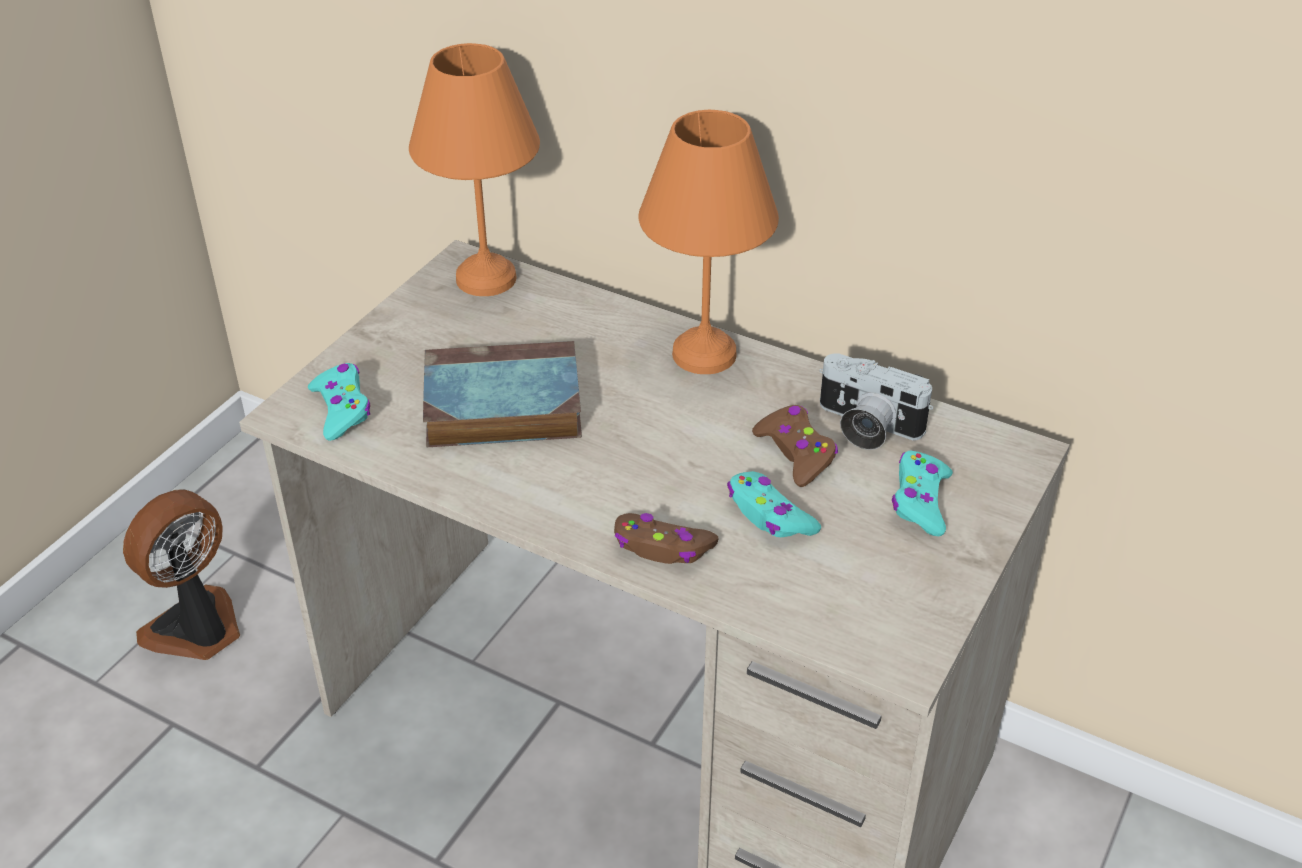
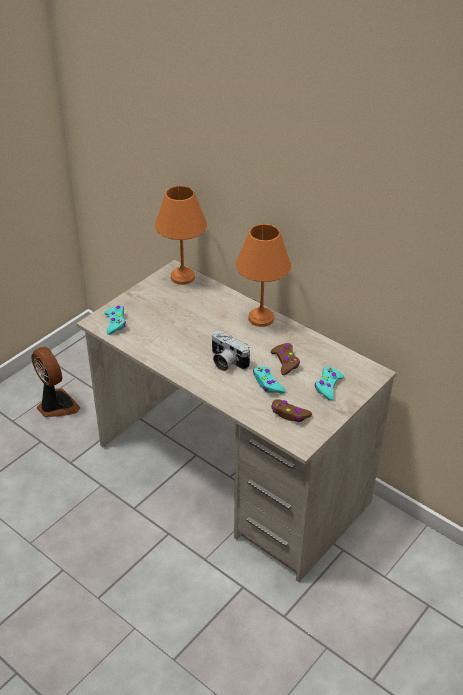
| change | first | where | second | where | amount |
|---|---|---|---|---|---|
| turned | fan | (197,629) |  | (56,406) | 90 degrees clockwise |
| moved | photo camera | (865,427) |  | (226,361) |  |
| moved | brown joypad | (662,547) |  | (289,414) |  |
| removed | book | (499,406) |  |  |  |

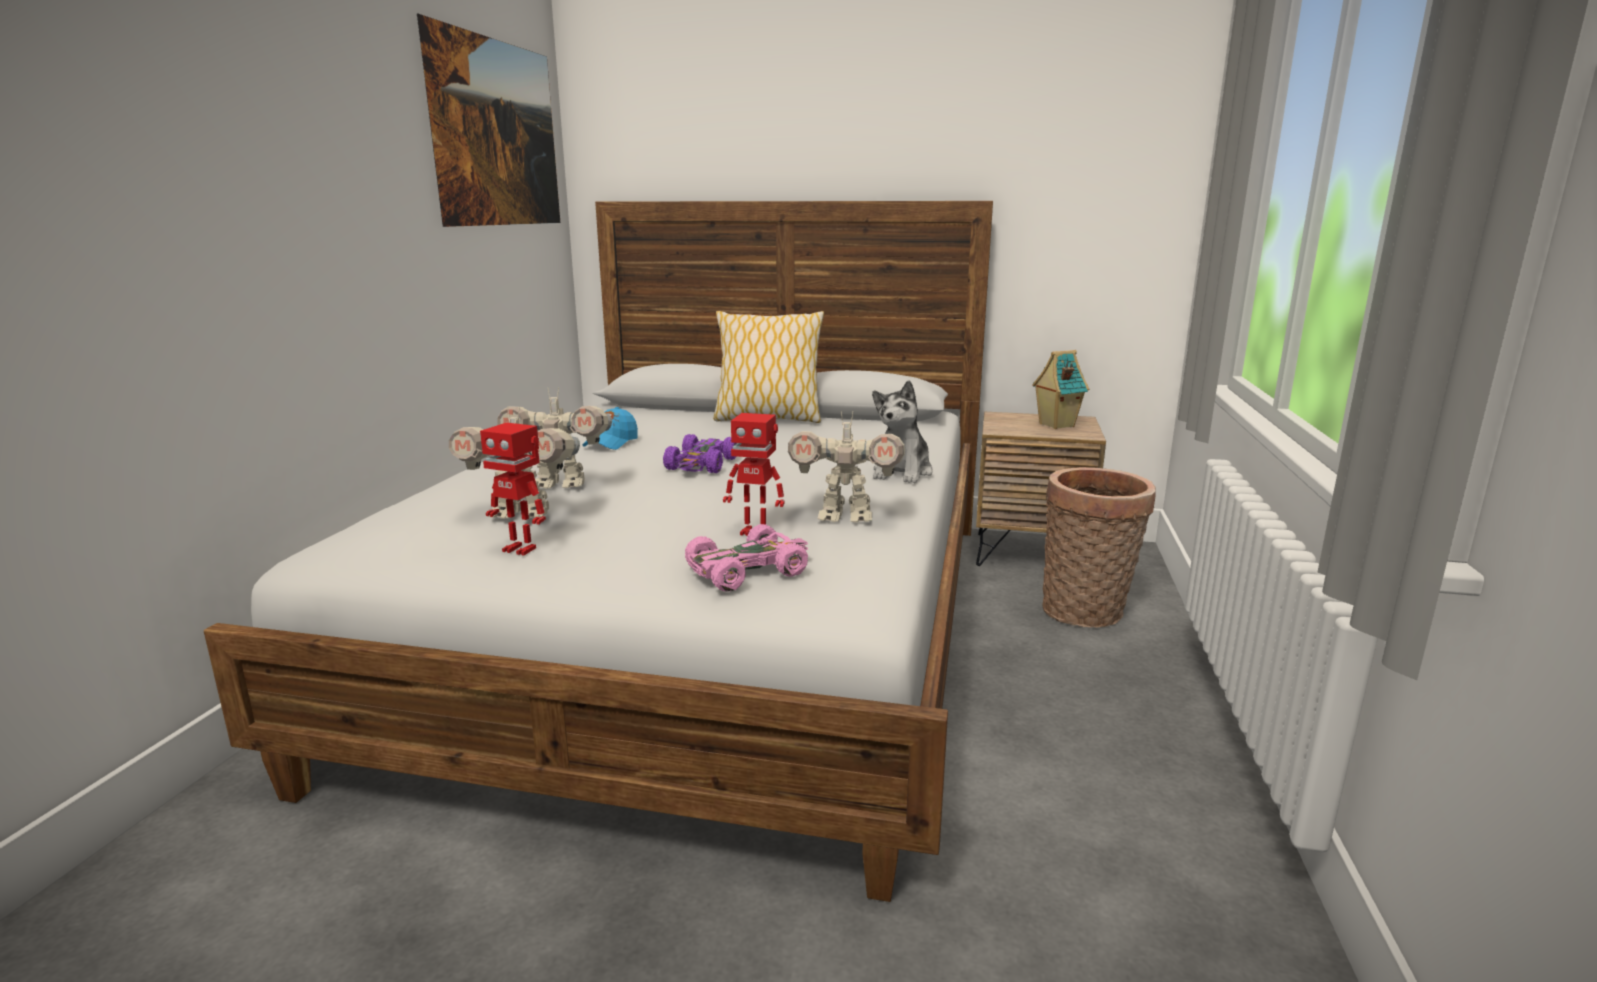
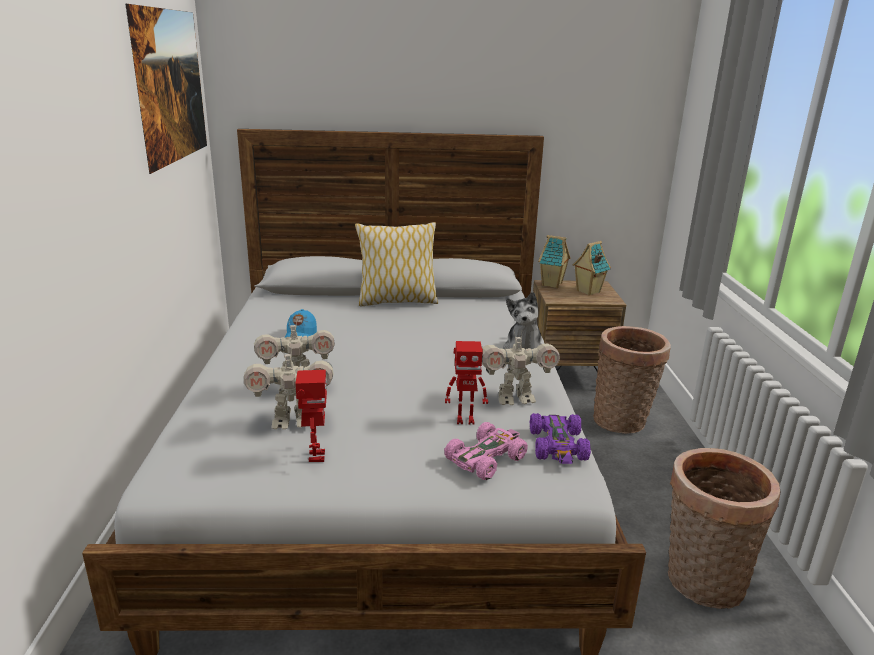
| change | first | where | second | where | amount |
|---|---|---|---|---|---|
| turned | toy robot | (521,549) |  | (315,456) | 105 degrees counterclockwise |
| moved | purple-coloured model car | (702,464) |  | (558,446) |  |
| added |  |  | model house | (552,284) |  |
| added |  |  | household basket | (701,583) |  |

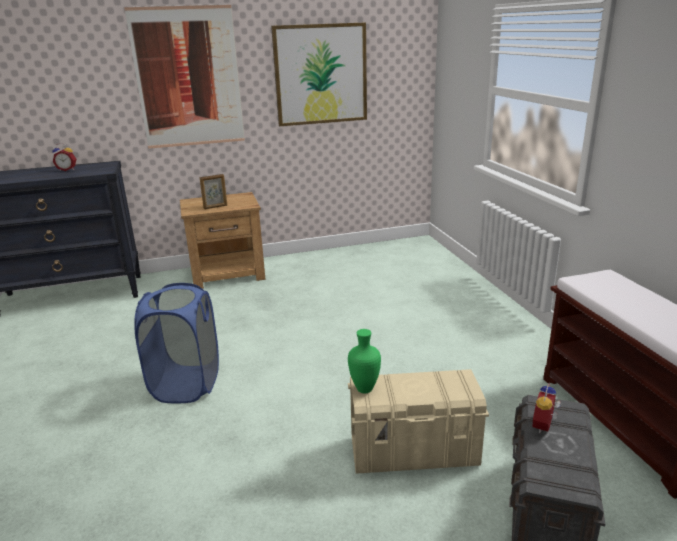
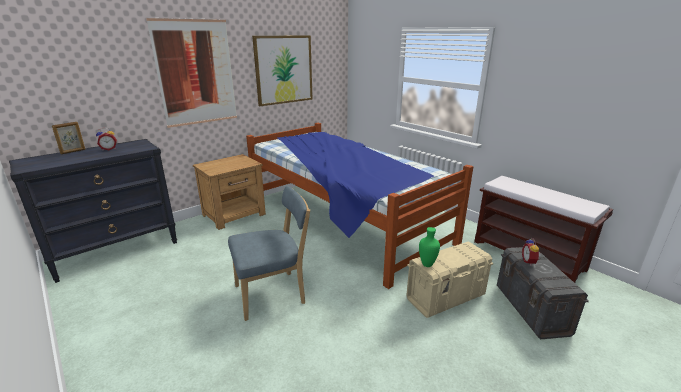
| change | first | where | second | where | amount |
|---|---|---|---|---|---|
| moved | photo frame | (215,207) |  | (73,151) |  |
| replaced | blue-coloured hamper | (186,384) | blue-coloured plain chair | (273,294) |  |
| added |  |  | sleeping bed | (343,220) |  |

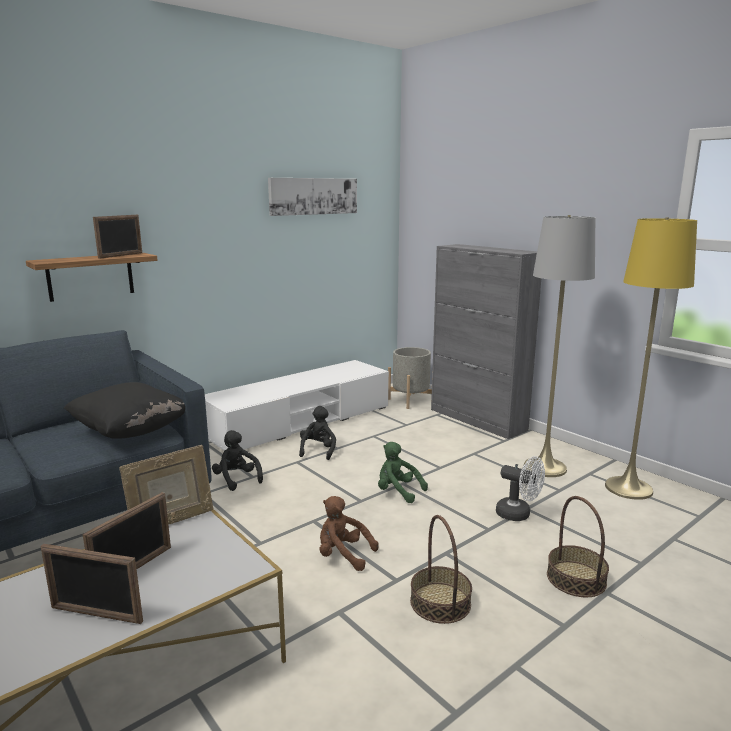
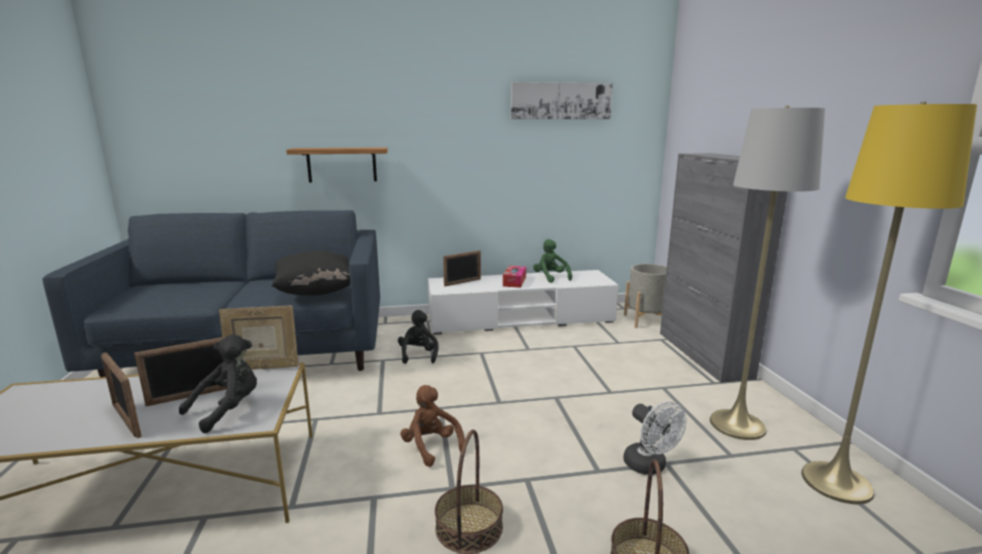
| change | first | where | second | where | amount |
|---|---|---|---|---|---|
| moved | blackish plush toy | (318,450) |  | (228,409) |  |
| moved | photo frame | (121,255) |  | (462,282) |  |
| added |  |  | tissue holder | (514,281) |  |
| moved | green plush toy | (398,492) |  | (550,278) |  |

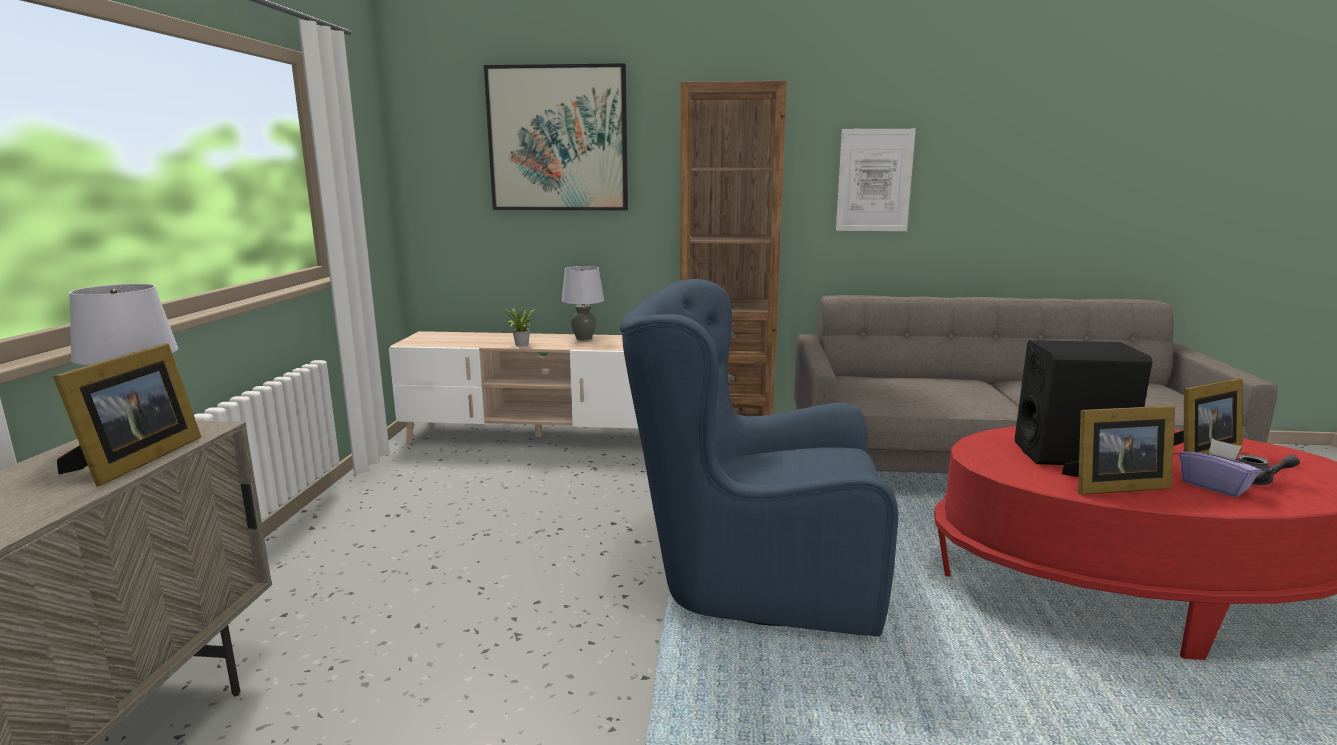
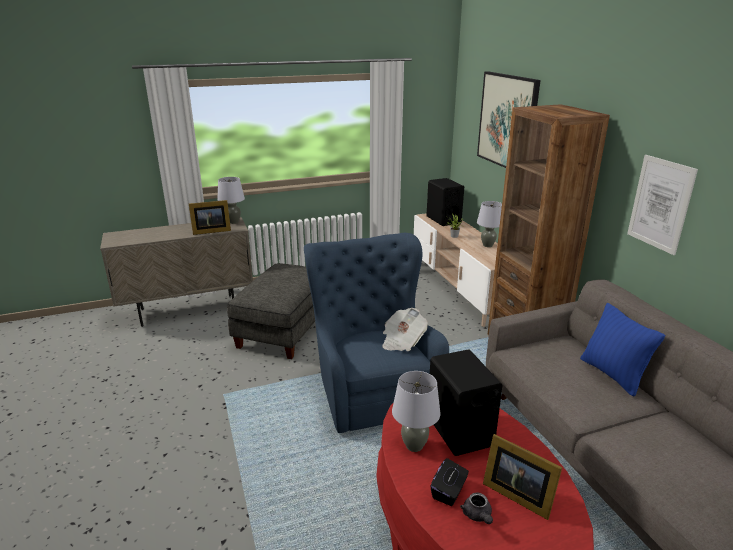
| change | first | where | second | where | amount |
|---|---|---|---|---|---|
| added |  |  | greyish ottoman | (284,329) |  |
| added |  |  | printed paper | (402,341) |  |
| replaced | photo frame | (1112,486) | greyish table lamp | (414,445) |  |
| added |  |  | blackish audio speaker | (443,220) |  |
| recoloured | purple-coloured tissue holder | (1214,486) | blackish tissue holder | (449,492) |  |
| added |  |  | blue-coloured cushion | (612,374) |  |

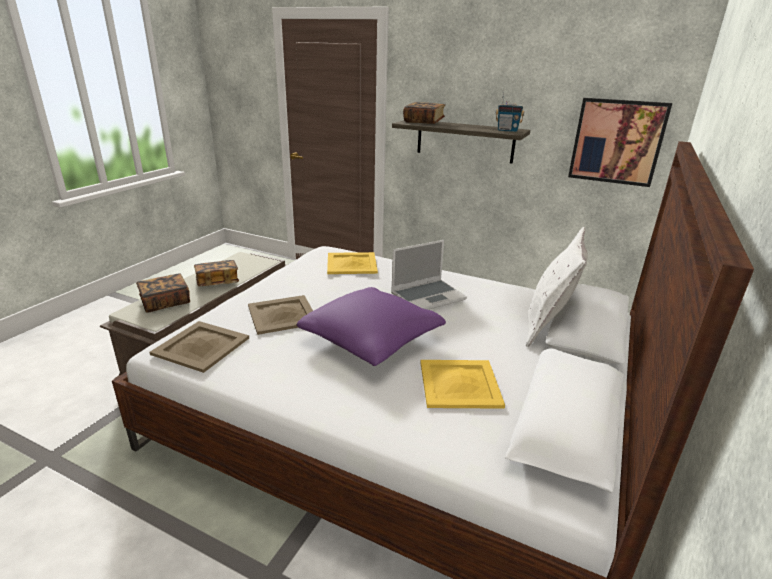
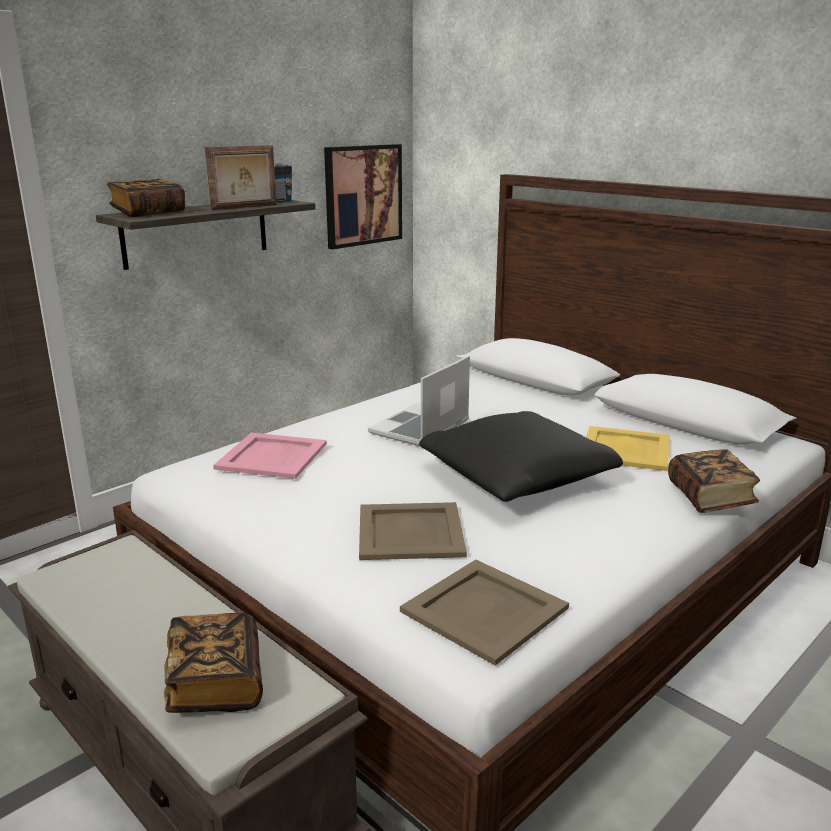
| change | first | where | second | where | amount |
|---|---|---|---|---|---|
| added |  |  | photo frame | (245,207) |  |
| recoloured | yellow-coloured tray | (351,264) | pink tray | (272,456) |  |
| turned | laptop | (428,296) |  | (420,428) | 135 degrees counterclockwise |
| recoloured | purple-coloured cushion | (371,339) | blackish cushion | (517,478) |  |
| moved | book | (217,282) |  | (710,497) |  |
| removed | white cushion | (548,326) |  |  |  |

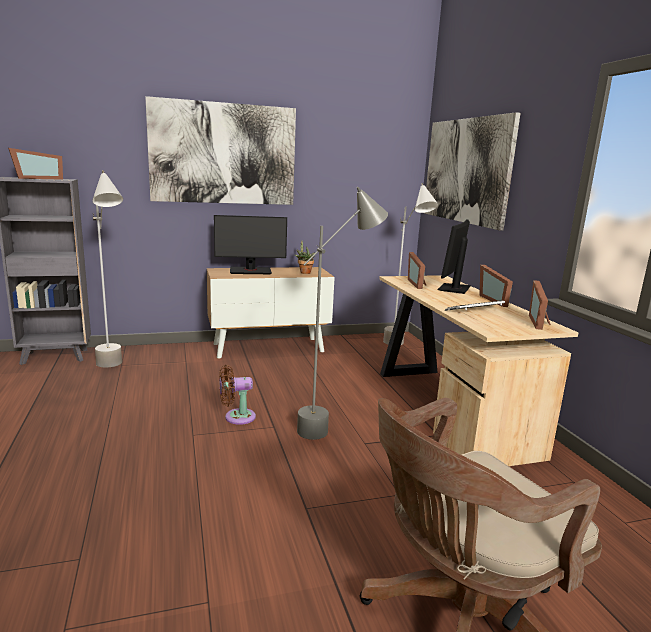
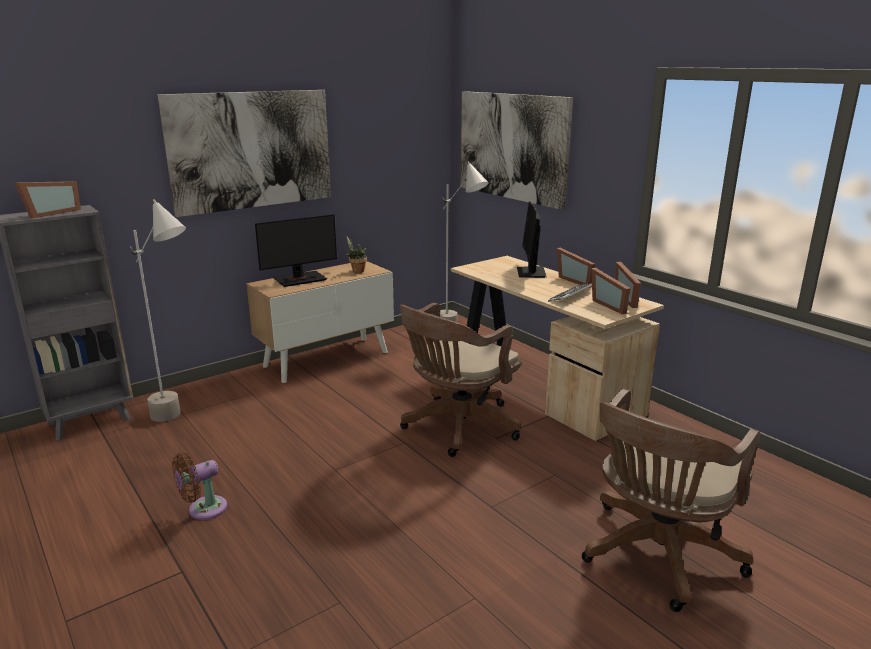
| change | first | where | second | where | amount |
|---|---|---|---|---|---|
| moved | brown fan | (236,417) |  | (203,510) |  |
| replaced | greyish standard lamp | (334,425) | brown office chair | (457,427) |  |
| moved | photo frame | (418,283) |  | (611,305) |  |

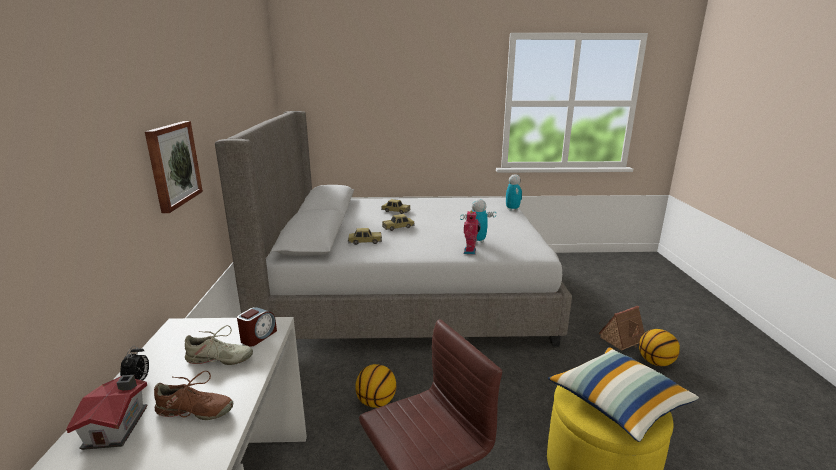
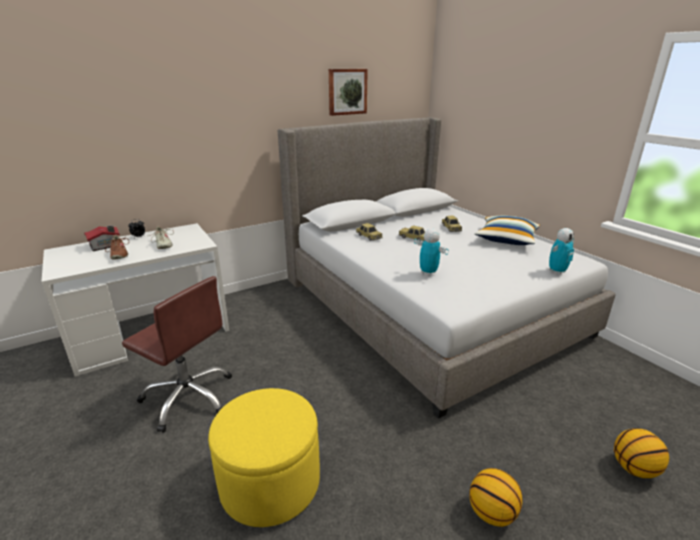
| change | first | where | second | where | amount |
|---|---|---|---|---|---|
| moved | wall art | (172,164) |  | (347,91) |  |
| moved | cushion | (618,403) |  | (506,239) |  |
| moved | basketball ball | (376,402) |  | (633,468) |  |
| removed | table clock | (258,336) |  |  |  |
| removed | toy robot | (471,251) |  |  |  |
| removed | model house | (623,339) |  |  |  |

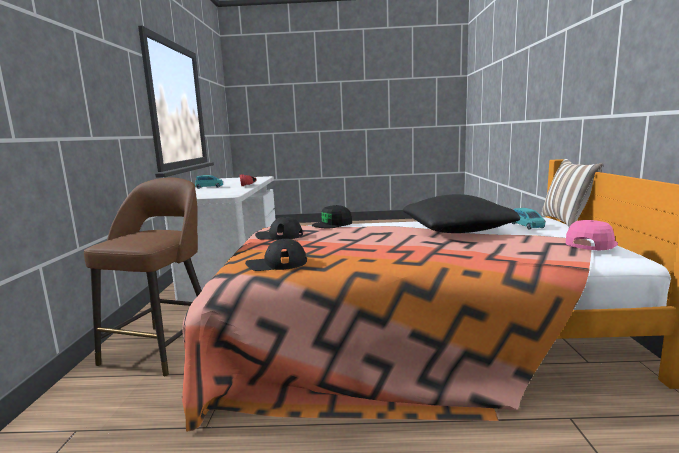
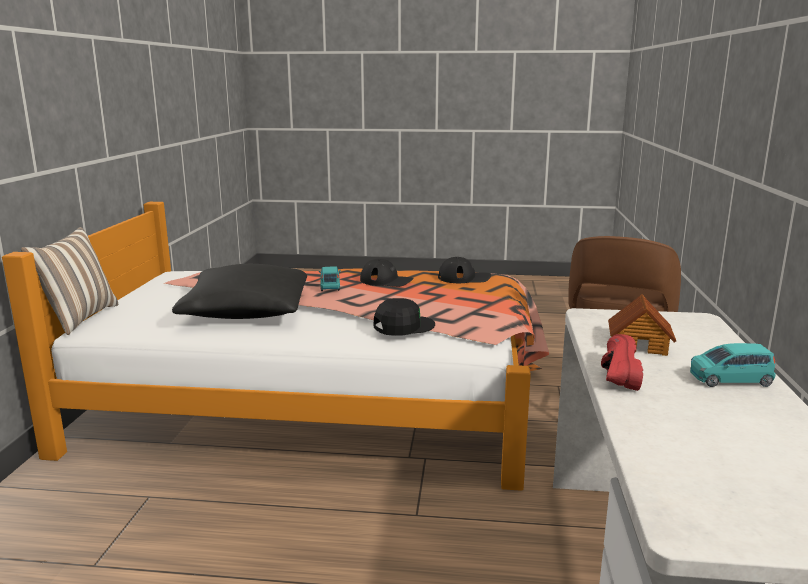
| change | first | where | second | where | amount |
|---|---|---|---|---|---|
| moved | turquoise model car | (527,226) |  | (330,286) |  |
| moved | blackish cap | (279,236) |  | (386,281) |  |
| added |  |  | model house | (639,344) |  |
| removed | pink cap | (590,243) |  |  |  |

